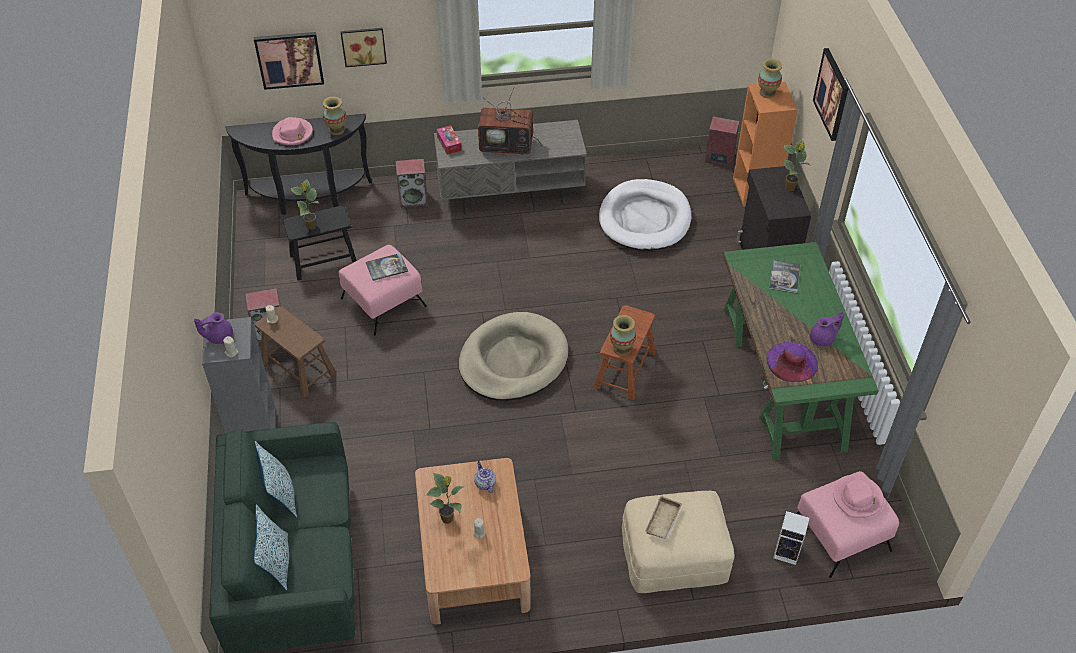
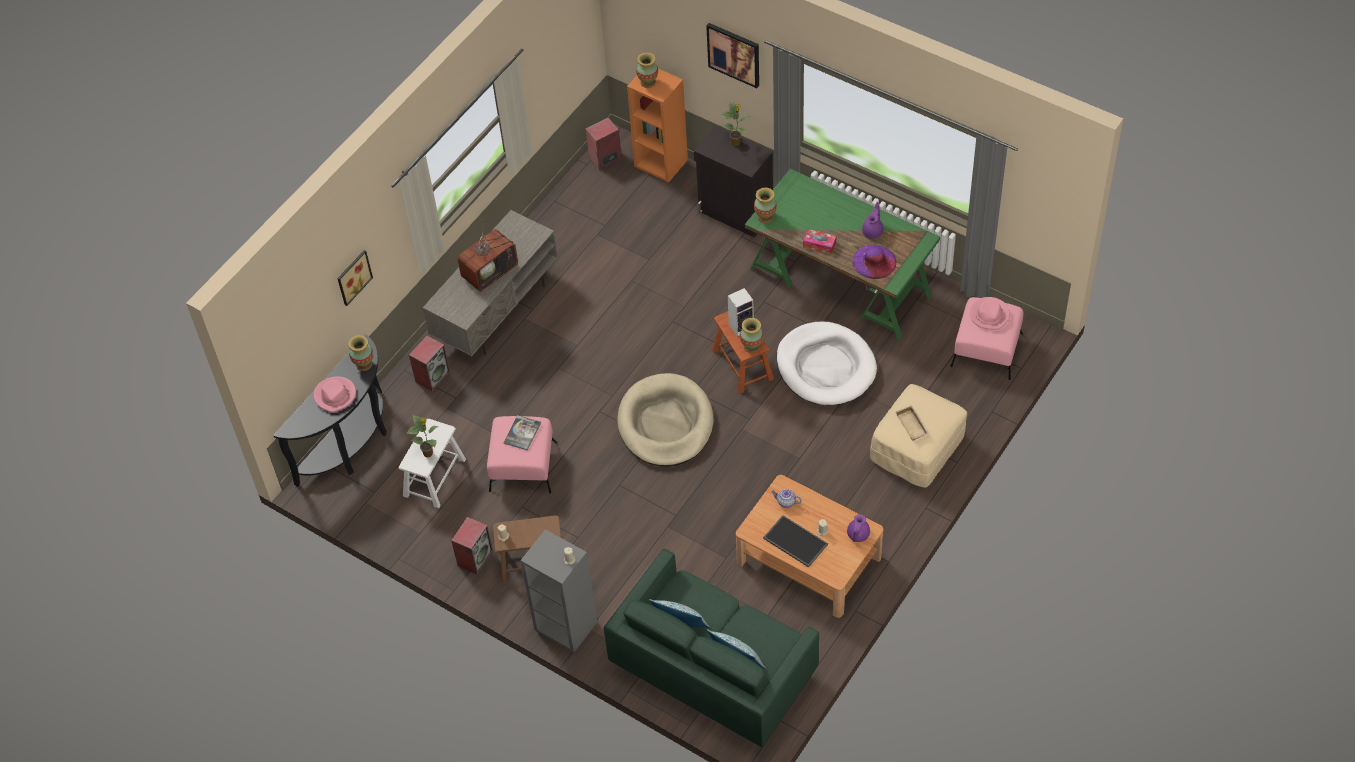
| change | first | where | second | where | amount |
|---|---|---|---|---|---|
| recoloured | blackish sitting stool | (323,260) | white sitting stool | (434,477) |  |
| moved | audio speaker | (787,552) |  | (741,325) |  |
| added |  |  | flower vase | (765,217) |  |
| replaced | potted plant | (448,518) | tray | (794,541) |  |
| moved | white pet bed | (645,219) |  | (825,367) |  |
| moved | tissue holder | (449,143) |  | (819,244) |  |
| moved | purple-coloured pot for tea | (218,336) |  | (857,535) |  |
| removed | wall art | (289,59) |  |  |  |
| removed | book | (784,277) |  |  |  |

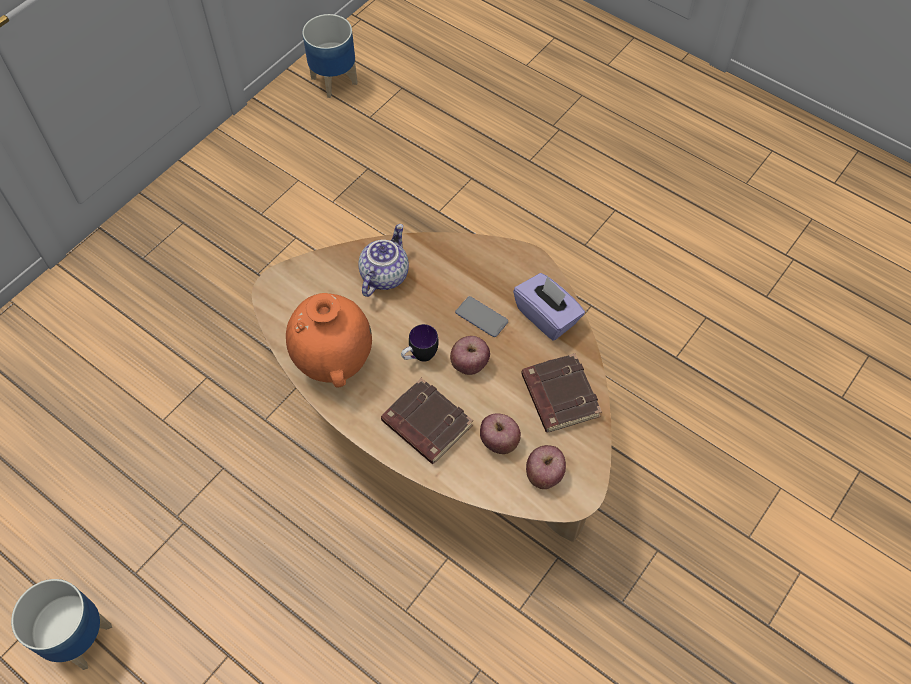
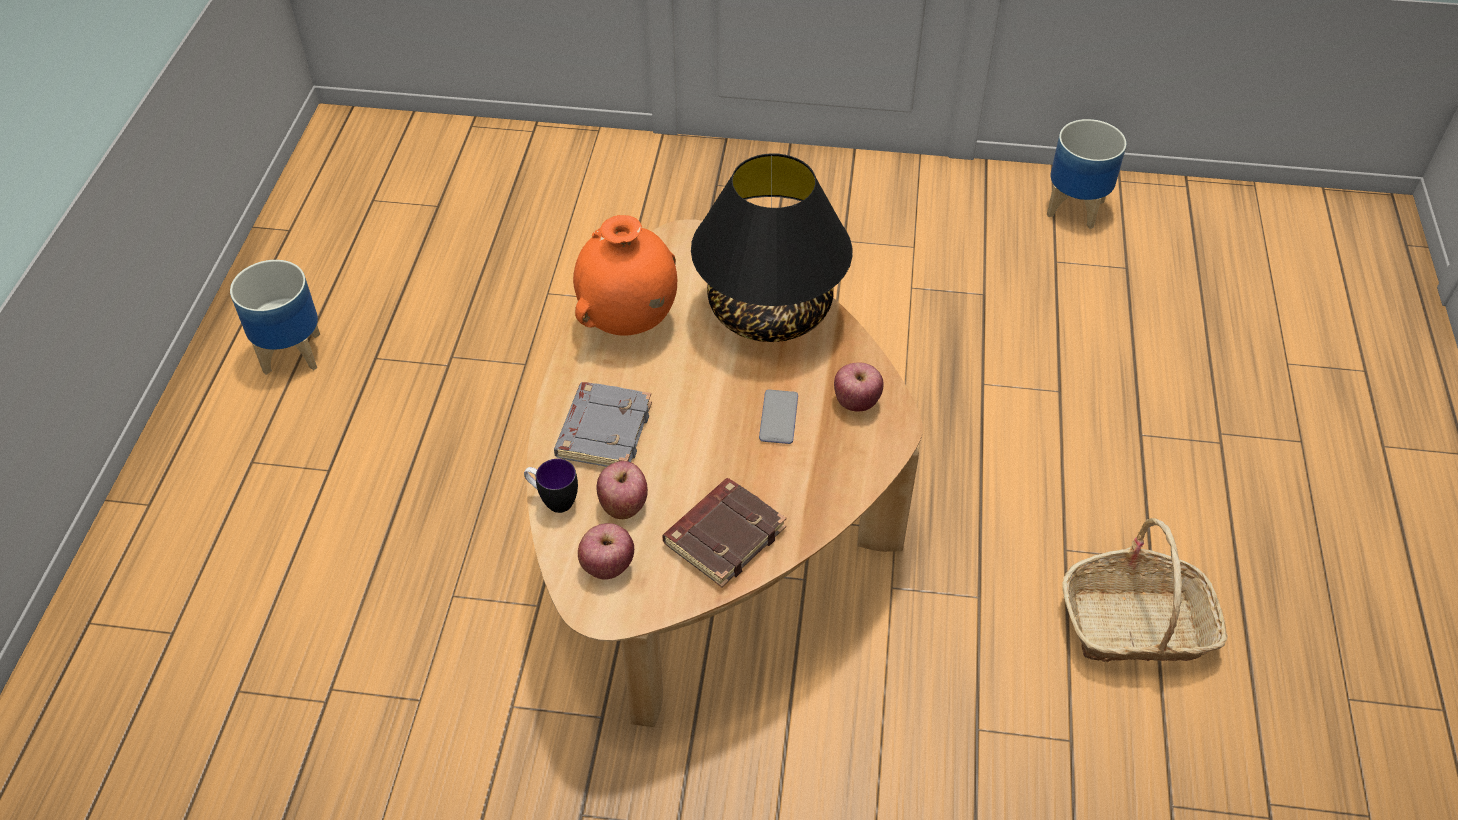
| change | first | where | second | where | amount |
|---|---|---|---|---|---|
| moved | mug | (419,357) |  | (553,500) |  |
| recoloured | brown book | (425,424) | greyish book | (603,430) |  |
| replaced | pot for tea | (383,275) | blackish table lamp | (768,310) |  |
| moved | apple | (469,364) |  | (856,402) |  |
| added |  |  | household basket | (1136,625) |  |
| removed | purple-coloured tissue holder | (547,316) |  |  |  |

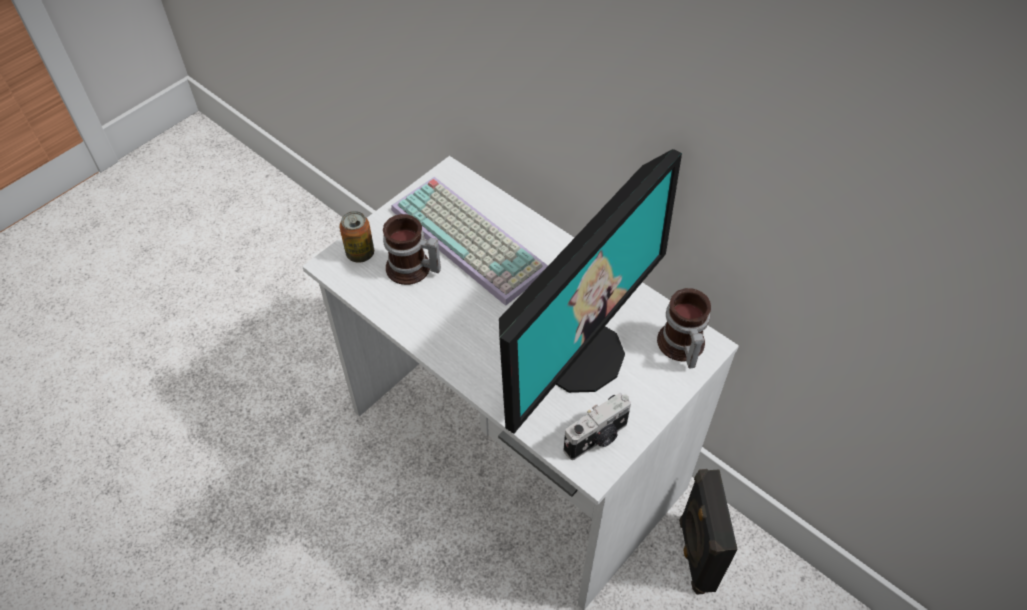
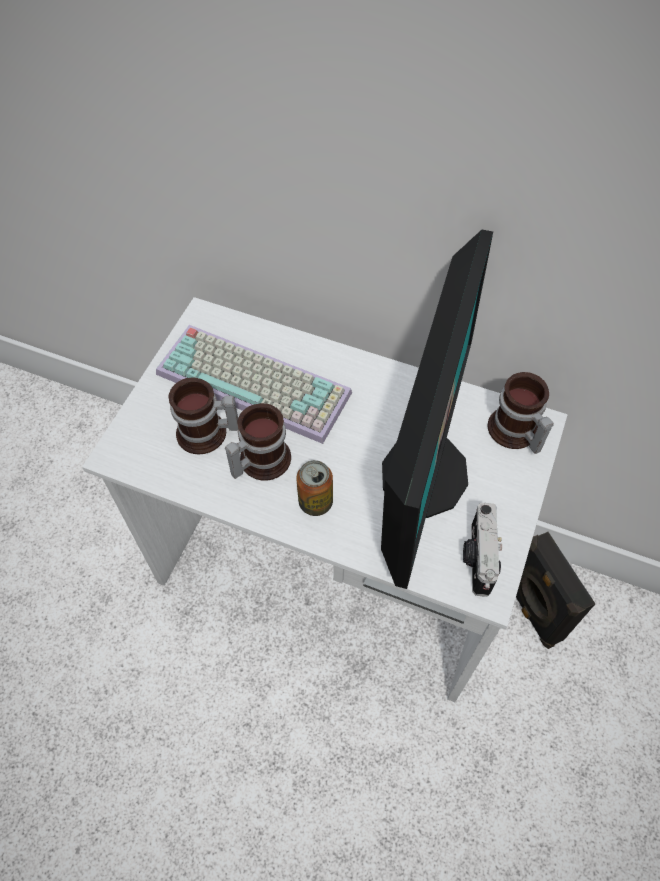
| change | first | where | second | where | amount |
|---|---|---|---|---|---|
| added |  |  | mug | (259,460) |  |
| moved | metal can | (360,253) |  | (315,502) |  |
| turned | photo camera | (597,438) |  | (477,558) | 150 degrees clockwise |

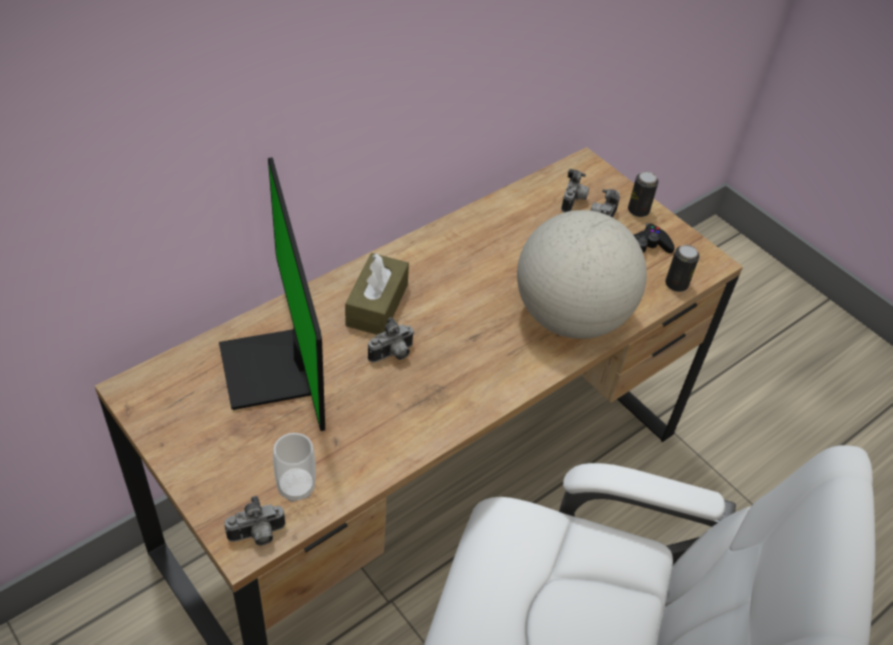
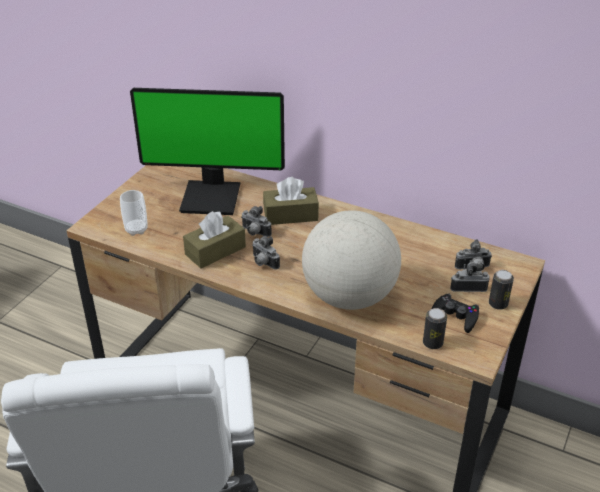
| change | first | where | second | where | amount |
|---|---|---|---|---|---|
| turned | computer screen | (274,370) |  | (212,197) | 135 degrees counterclockwise |
| added |  |  | brown tissue holder | (215,251) |  |
| moved | photo camera | (257,536) |  | (263,263) |  |

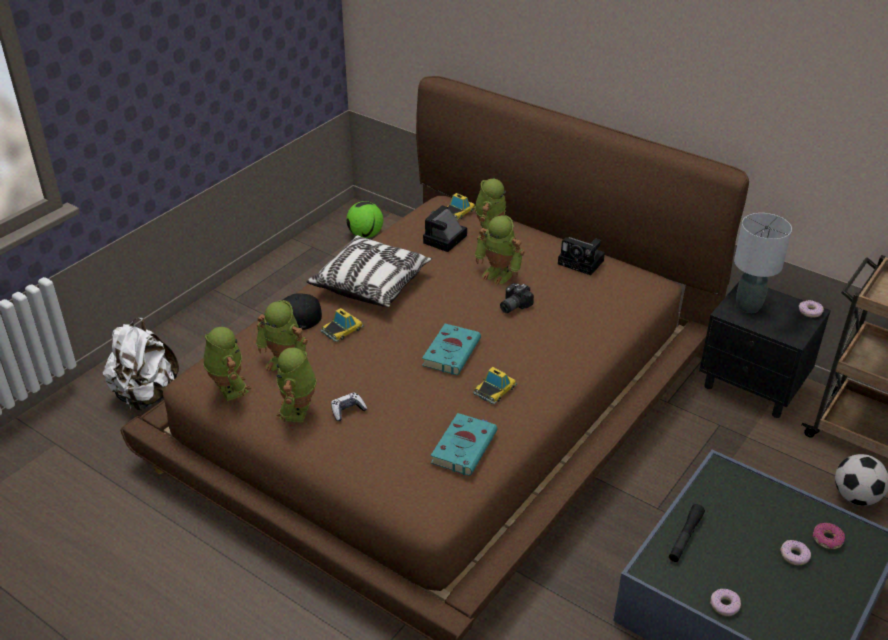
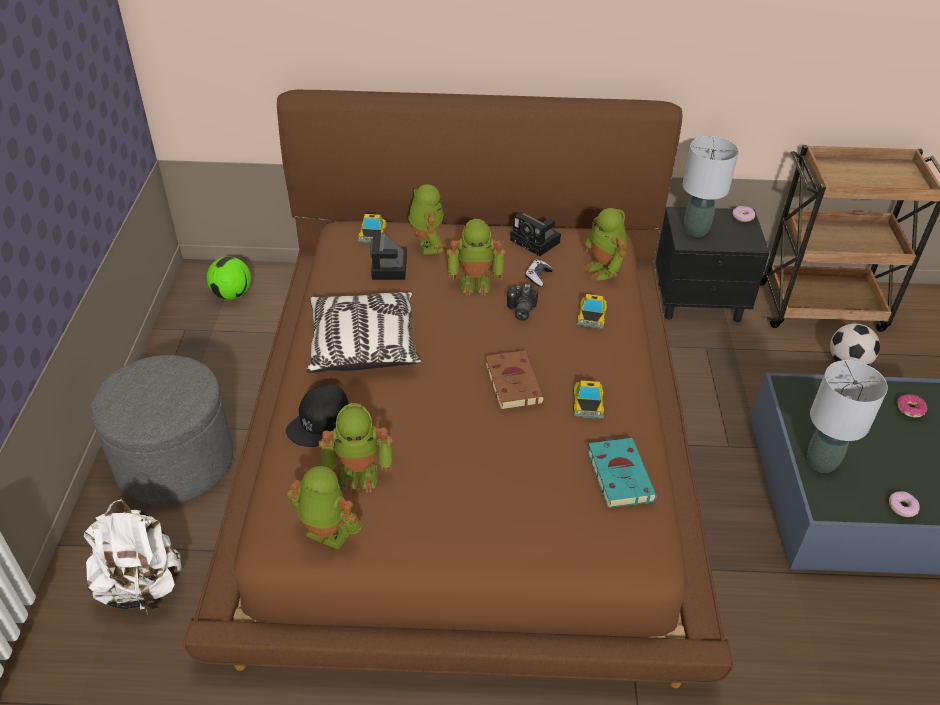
| change | first | where | second | where | amount |
|---|---|---|---|---|---|
| added |  |  | greyish ottoman | (175,461) |  |
| recoloured | turquoise book | (452,351) | brown book | (512,382) |  |
| turned | photo camera | (582,262) |  | (537,242) | 45 degrees clockwise |
| moved | joypad | (348,410) |  | (538,276) |  |
| moved | model car | (342,329) |  | (591,315) |  |
| moved | toy robot | (298,411) |  | (603,270) |  |
| replaced | blackish torch | (685,537) | greyish table lamp | (821,463) |  |
| removed | ring doughnut | (794,556) |  |  |  |

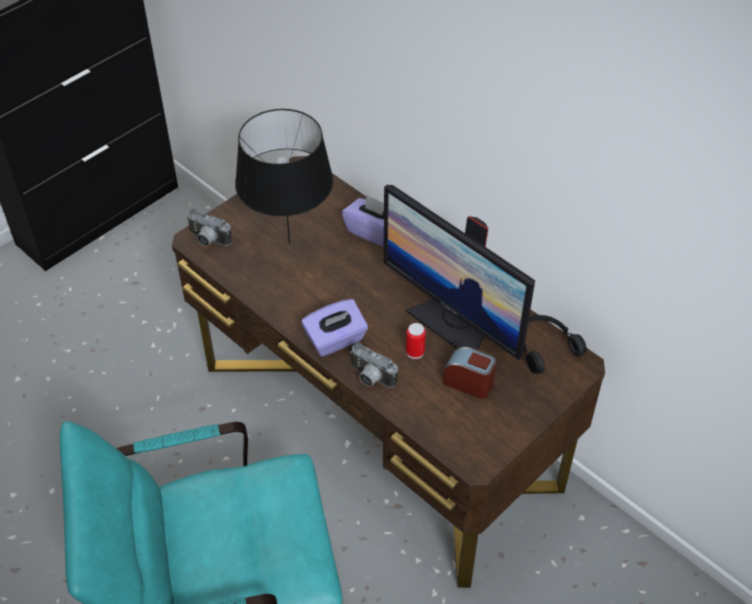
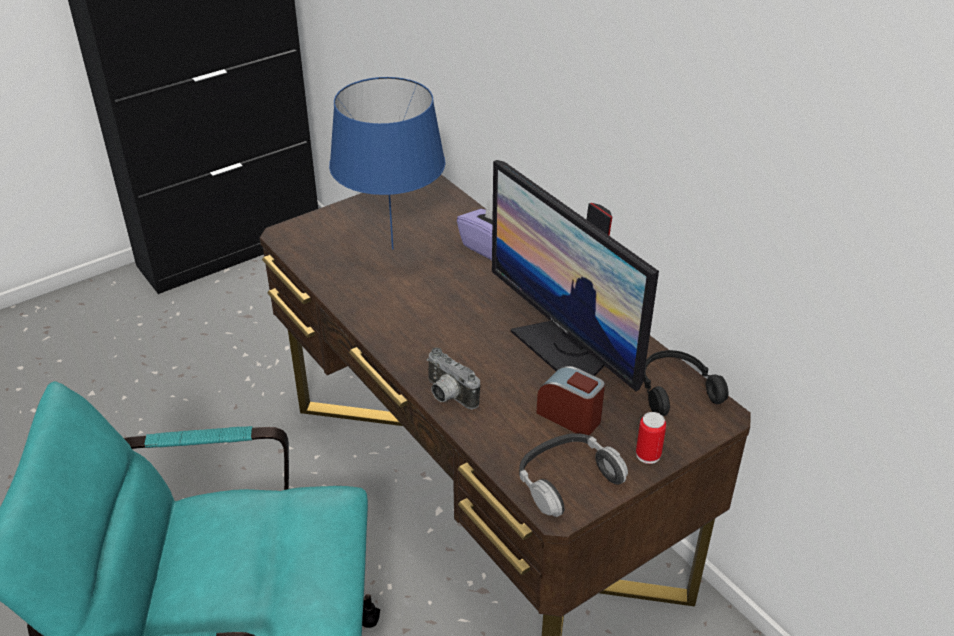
| change | first | where | second | where | amount |
|---|---|---|---|---|---|
| recoloured | blackish table lamp | (289,242) | blue-coloured table lamp | (392,248) |  |
| added |  |  | headphones | (567,480) |  |
| moved | metal can | (415,352) |  | (648,455) |  |
| removed | photo camera | (207,240) |  |  |  |
| removed | purple-coloured tissue holder | (335,340) |  |  |  |

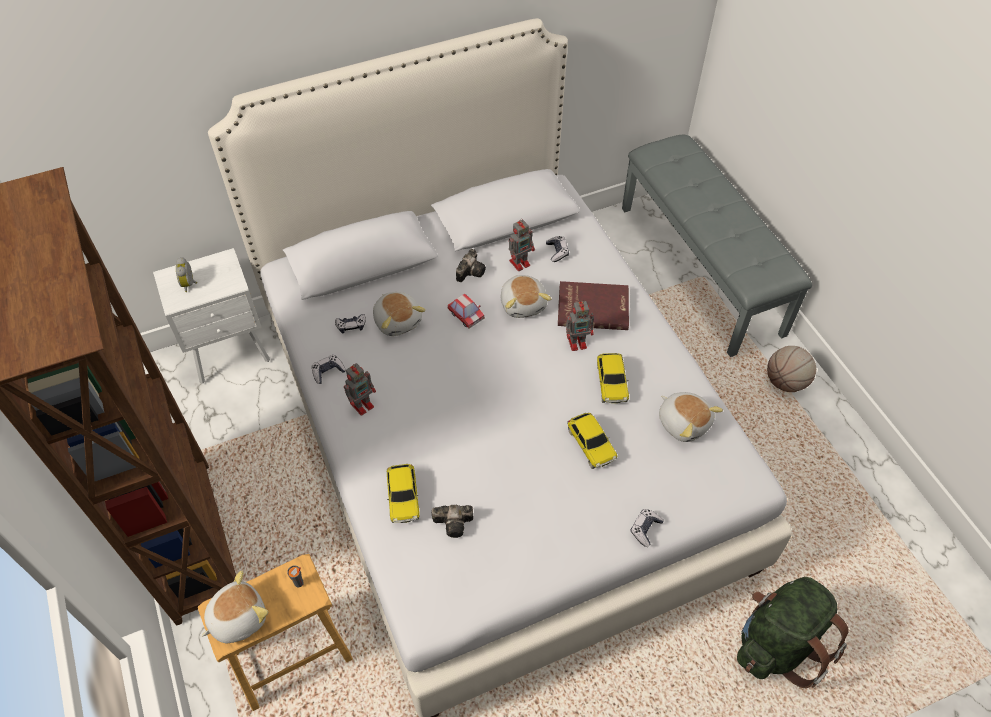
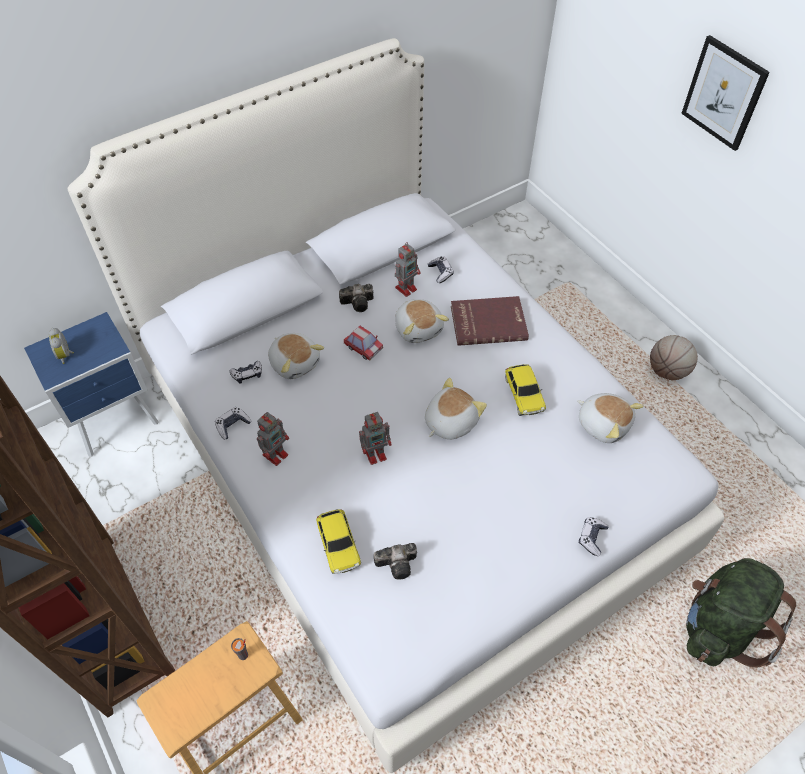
| change | first | where | second | where | amount |
|---|---|---|---|---|---|
| recoloured | white nightstand | (232,354) | blue-coloured nightstand | (117,422) |  |
| turned | photo camera | (471,271) |  | (359,303) | 60 degrees clockwise |
| moved | toy robot | (578,342) |  | (376,453) |  |
| moved | plush toy | (237,617) |  | (449,421) |  |
| added |  |  | wall art | (724,93) |  |
| removed | model car | (590,444) |  |  |  |
| removed | greyish long seat | (701,269) |  |  |  |

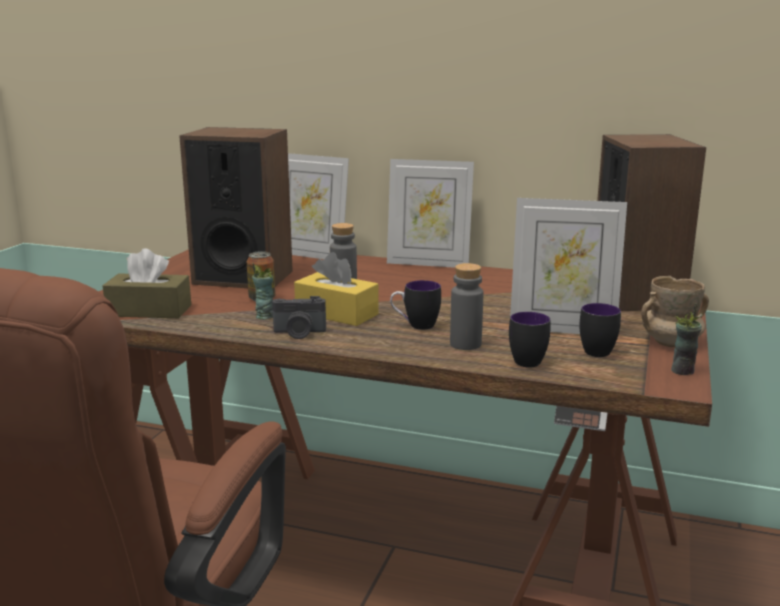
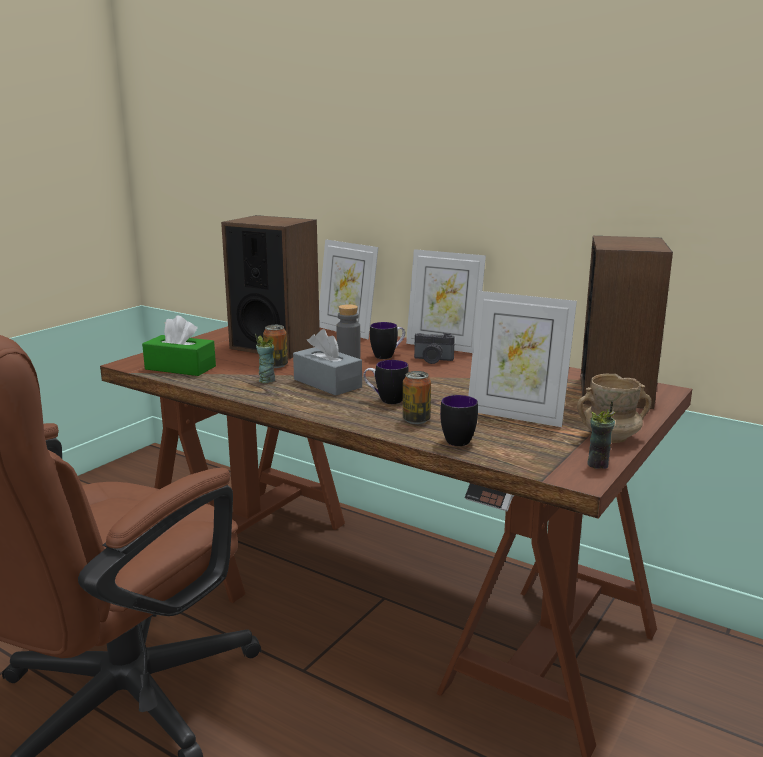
| change | first | where | second | where | amount |
|---|---|---|---|---|---|
| recoloured | brown tissue holder | (149,311) | green tissue holder | (180,368) |  |
| recoloured | yellow-coloured tissue holder | (336,313) | greyish tissue holder | (327,383) |  |
| moved | mug | (601,350) |  | (388,355) |  |
| replaced | greyish bottle | (465,344) | metal can | (416,420) |  |
| moved | photo camera | (299,333) |  | (433,360) |  |

